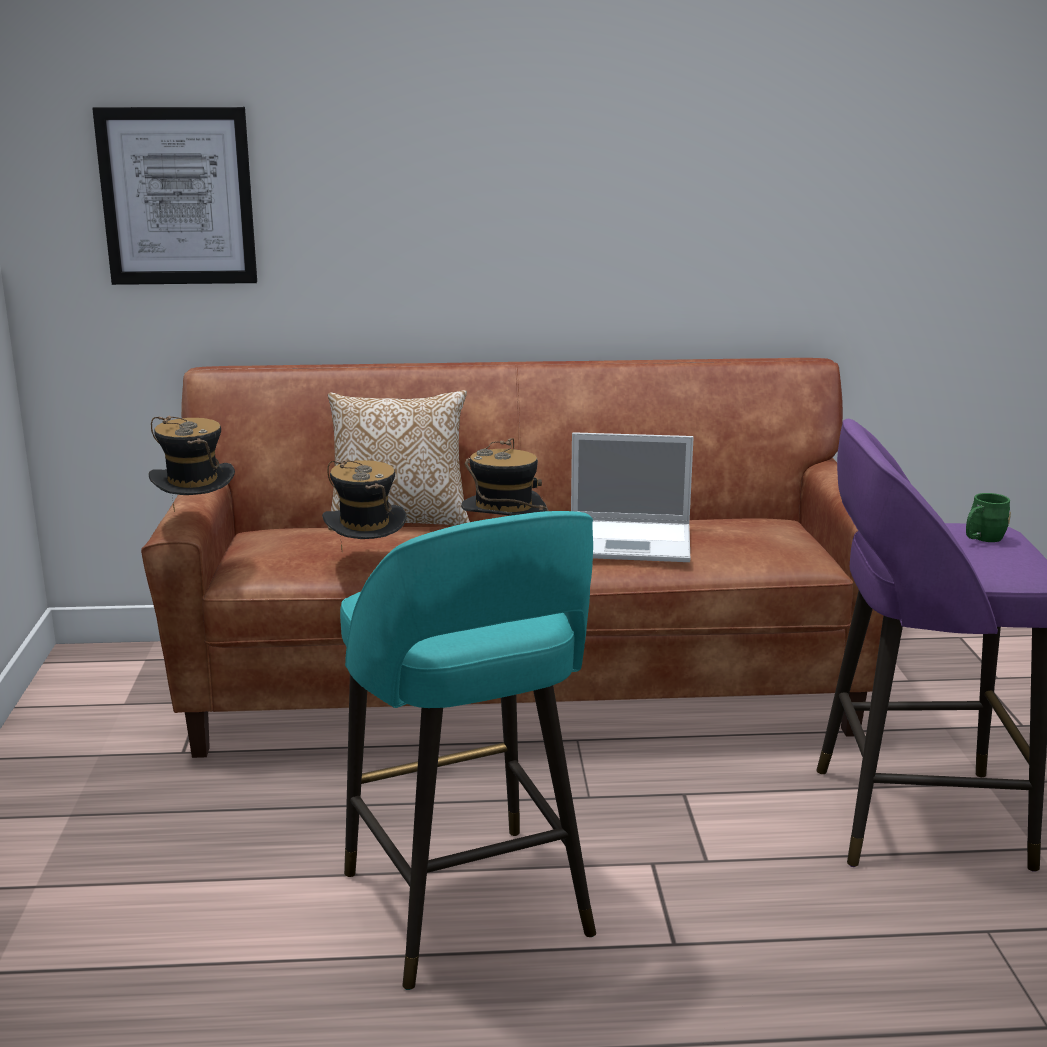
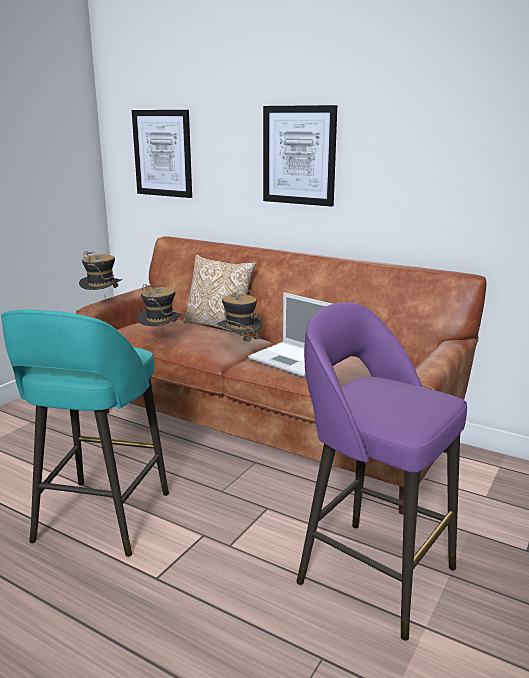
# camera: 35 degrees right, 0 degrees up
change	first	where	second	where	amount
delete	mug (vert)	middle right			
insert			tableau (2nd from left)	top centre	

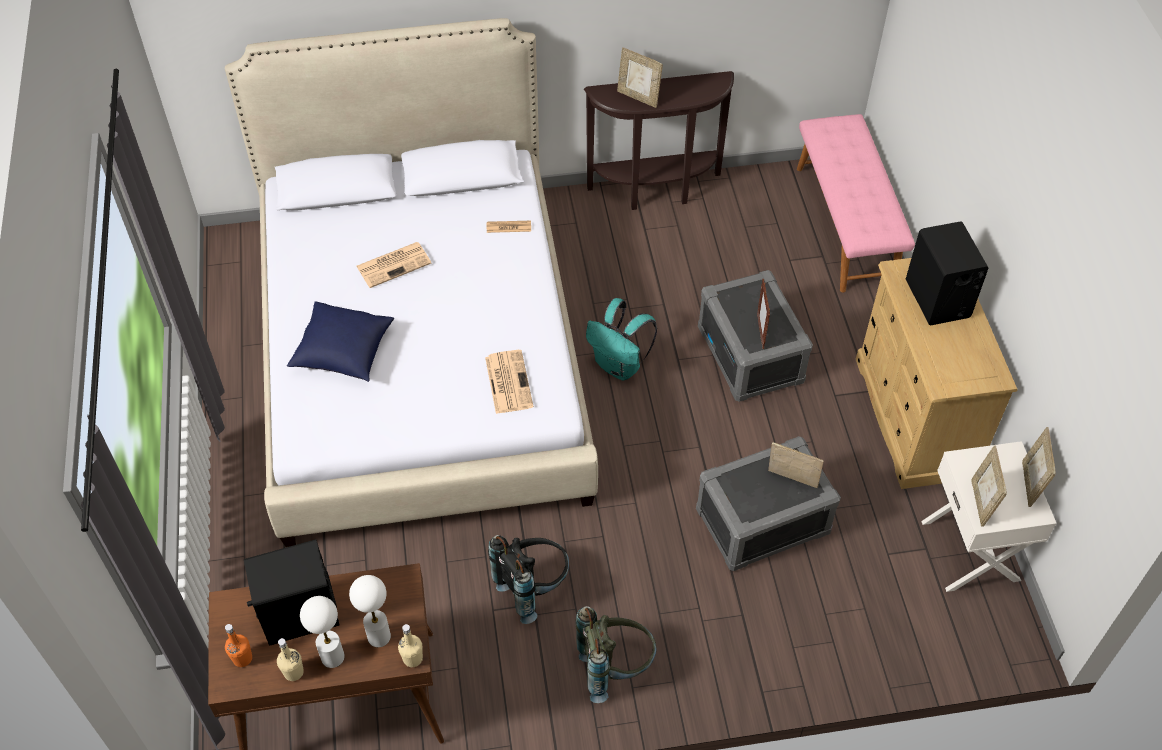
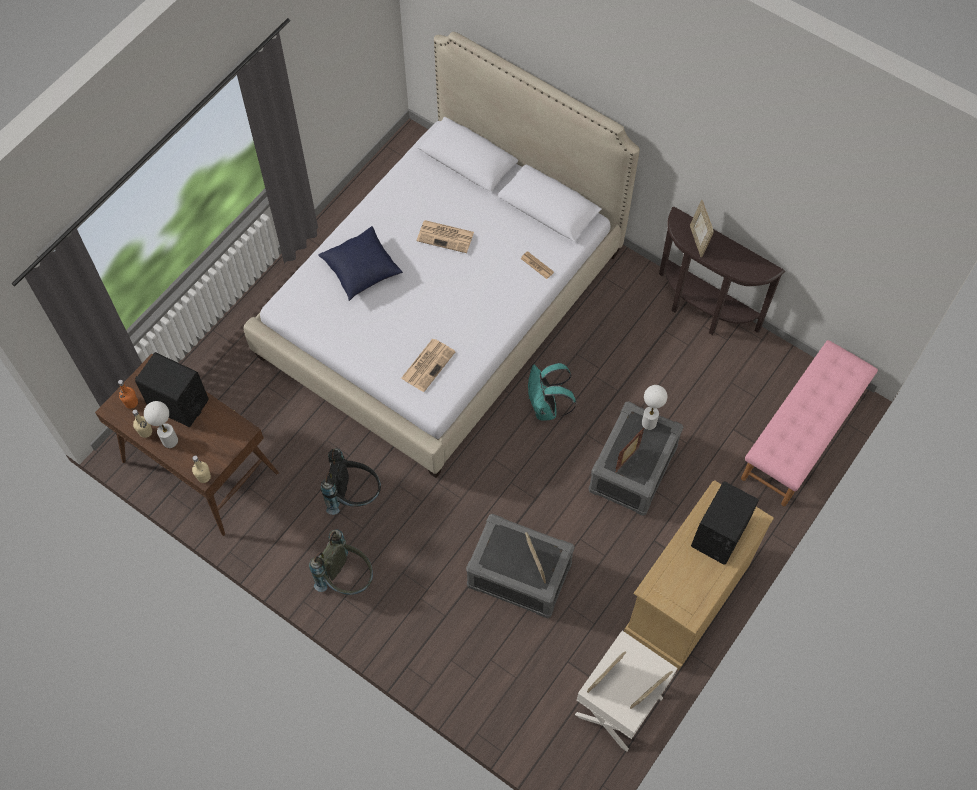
# camera: 45 degrees right, 10 degrees up
change	first	where	second	where	amount
move	lampe de table (blanc) (2nd from left)	bottom left		middle right	

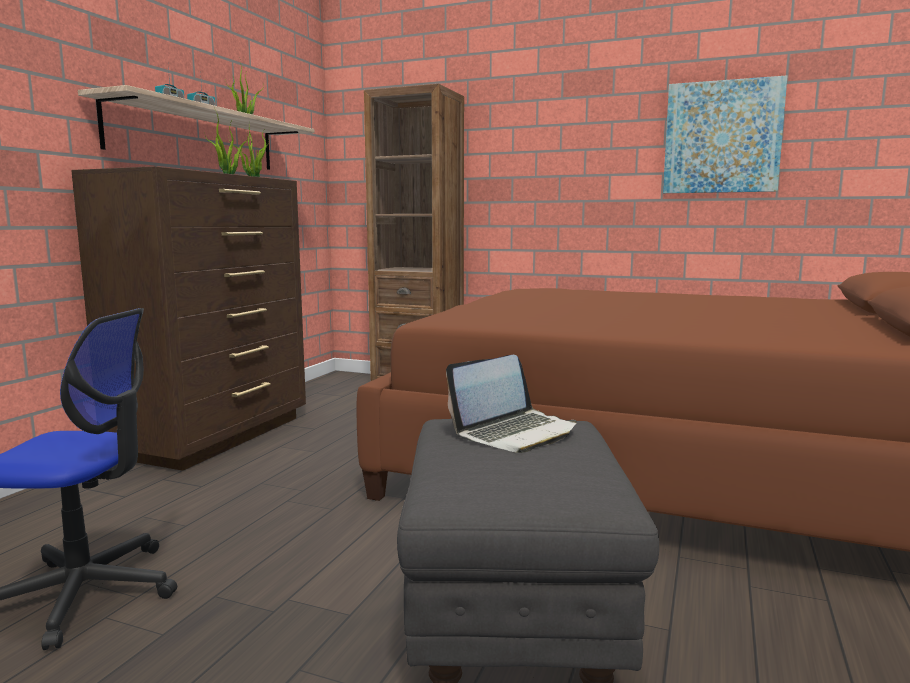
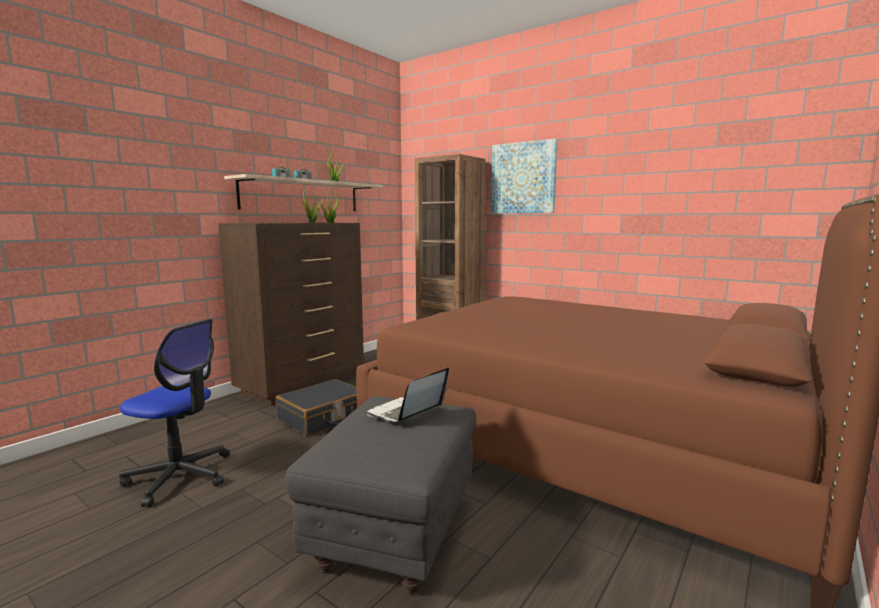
# camera: 15 degrees right, 0 degrees up
change	first	where	second	where	amount
insert			valise (noir)	bottom centre	
move	tableau	top right		top centre	
rotate	ordinateur portable	centre		centre	150 degrees clockwise

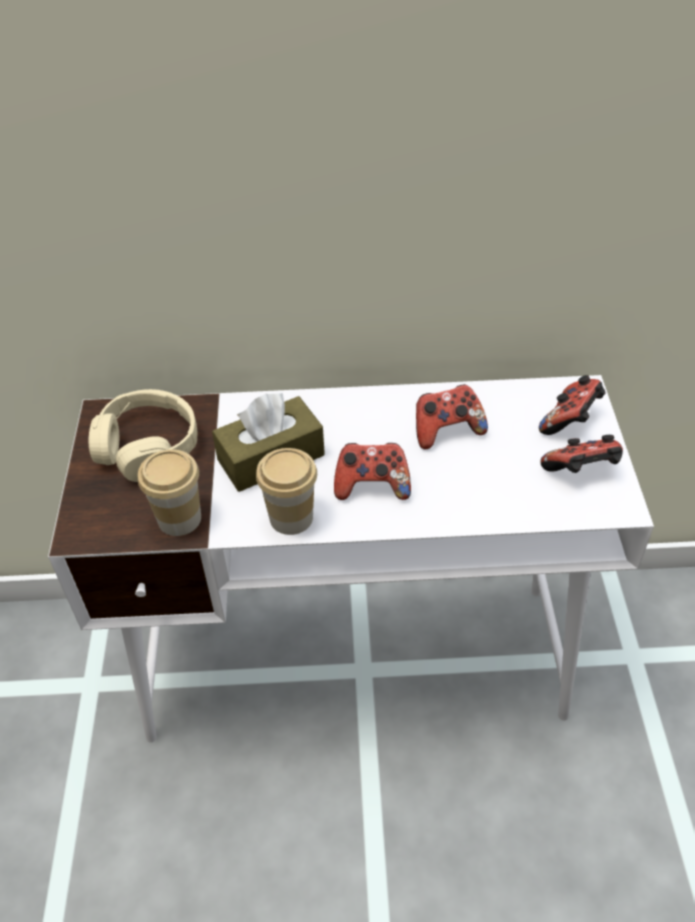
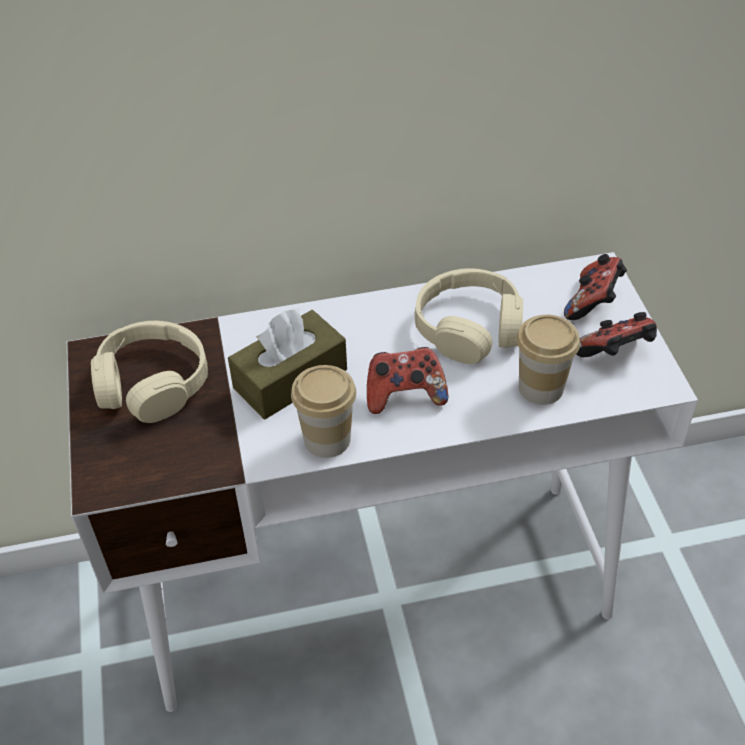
# camera: 10 degrees left, 0 degrees up
change	first	where	second	where	amount
move	tasse (1st from left in the first image)	middle left	tasse (2nd from left)	middle right	
replace	manette (2nd from left)	centre	casque audio (beige) (2nd from left)	centre	

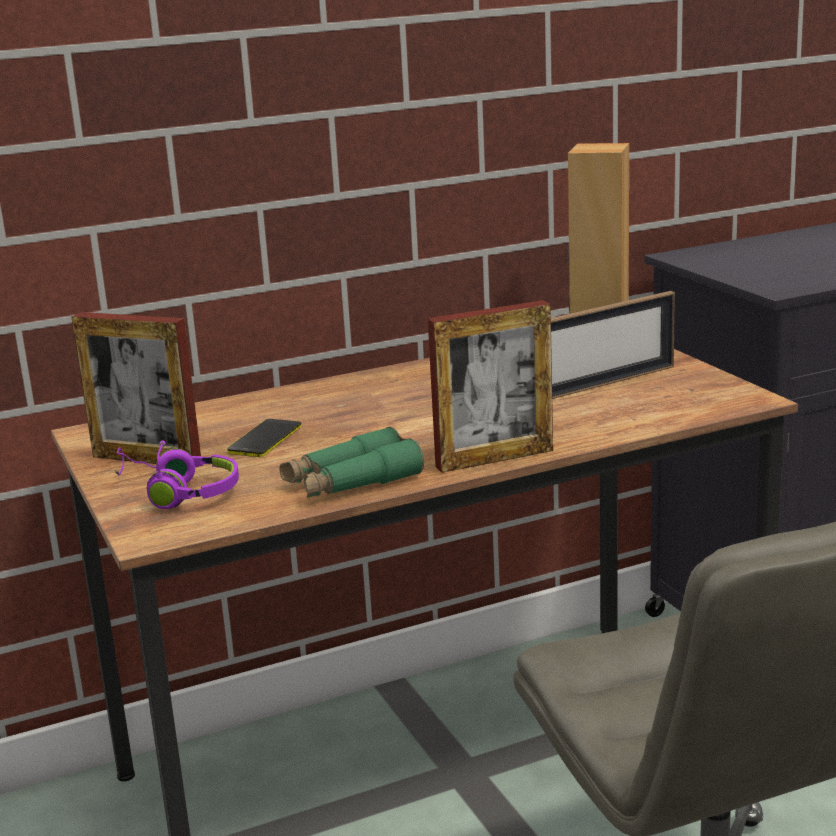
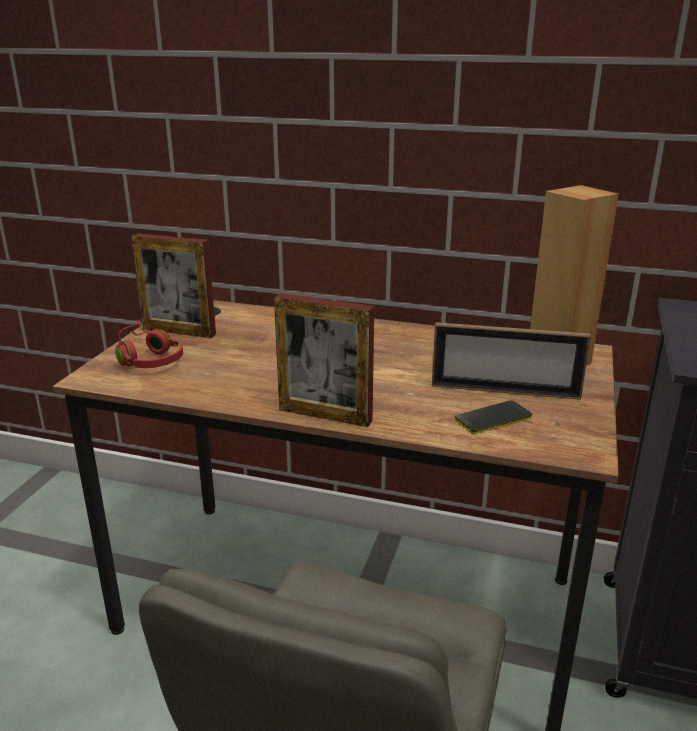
# camera: 40 degrees right, 5 degrees up
change	first	where	second	where	amount
delete	jumelles (vert)	centre			
move	téléphone	middle left		middle right	
recolor	casque audio (violet)	middle left	casque audio (rouge)	middle left	
rotate	cadre photo (1st from left)	middle left		middle left	45 degrees counterclockwise

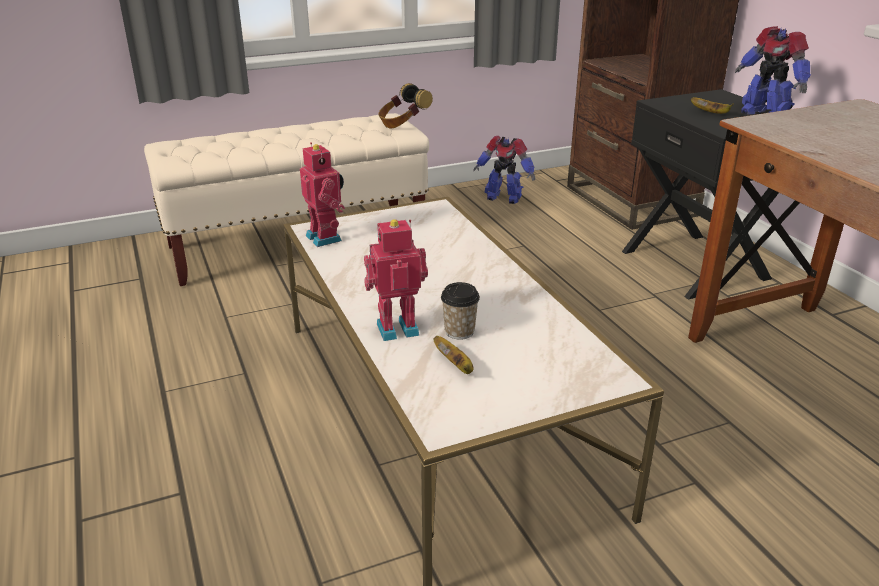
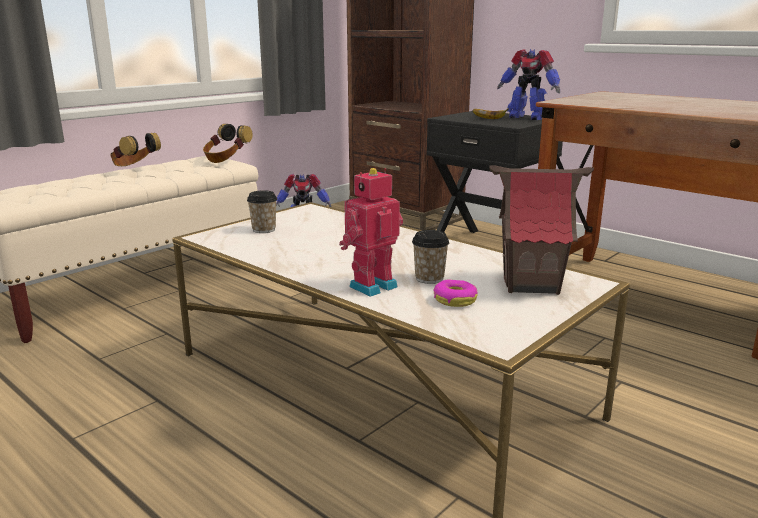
# camera: 25 degrees left, 10 degrees down
change	first	where	second	where	amount
delete	robot jouet (1st from left)	top centre			
insert			casque audio (1st from left)	top left	
insert			tasse (1st from left)	centre	
insert			maison miniature	middle right	
replace	banane (1st from left)	centre	beignet	centre	

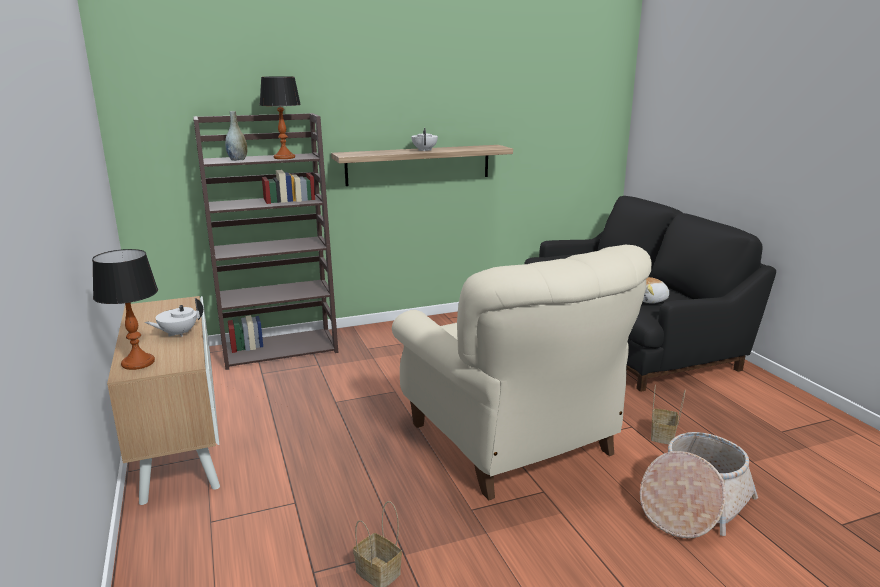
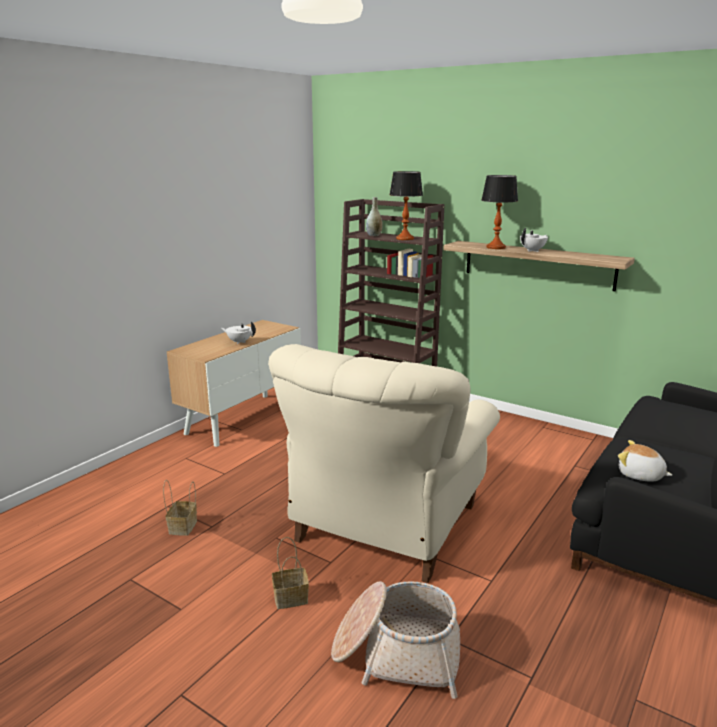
# camera: 55 degrees right, 0 degrees up
change	first	where	second	where	amount
move	lampe de table (1st from left in the first image)	middle left	lampe de table (2nd from left)	top right	
move	panier (2nd from left)	bottom right		bottom centre	

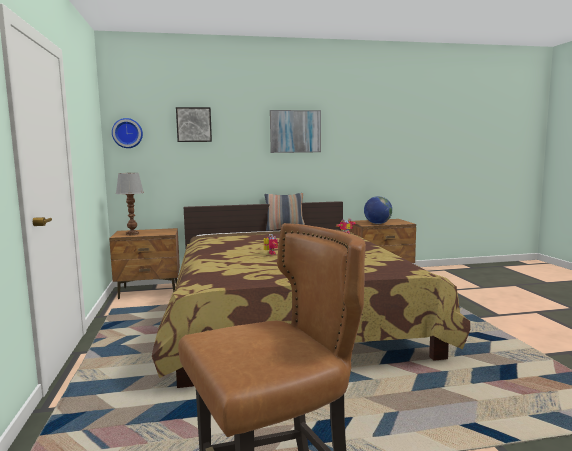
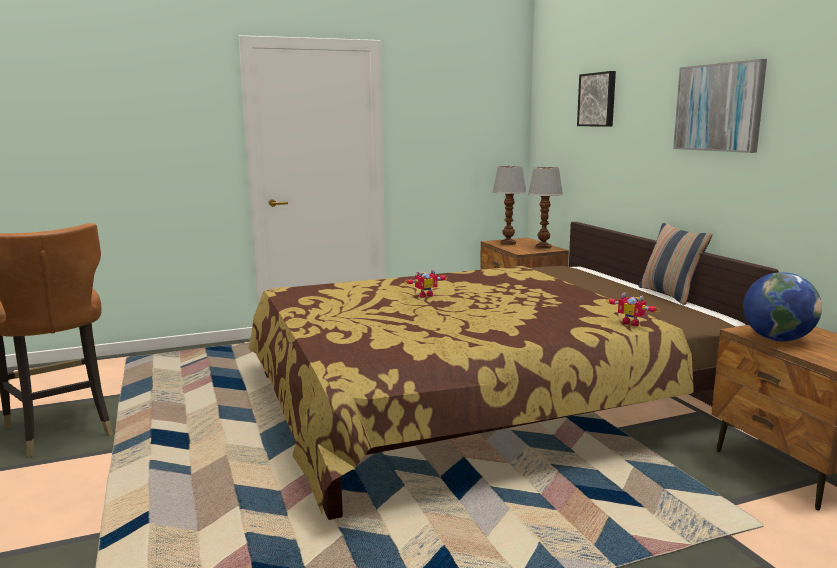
# camera: 80 degrees right, 5 degrees up
change	first	where	second	where	amount
delete	horloge murale	top left			
insert			lampe de table (2nd from left)	centre	

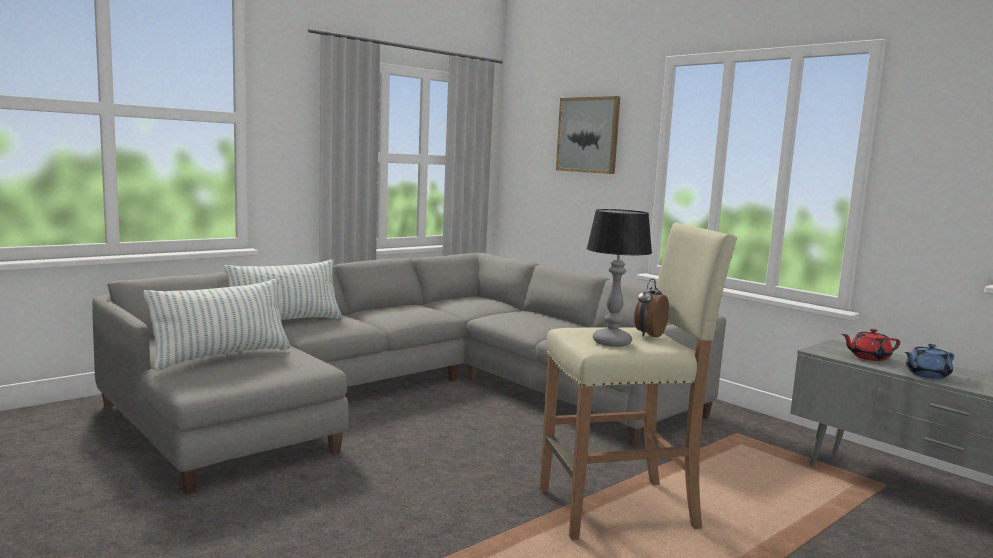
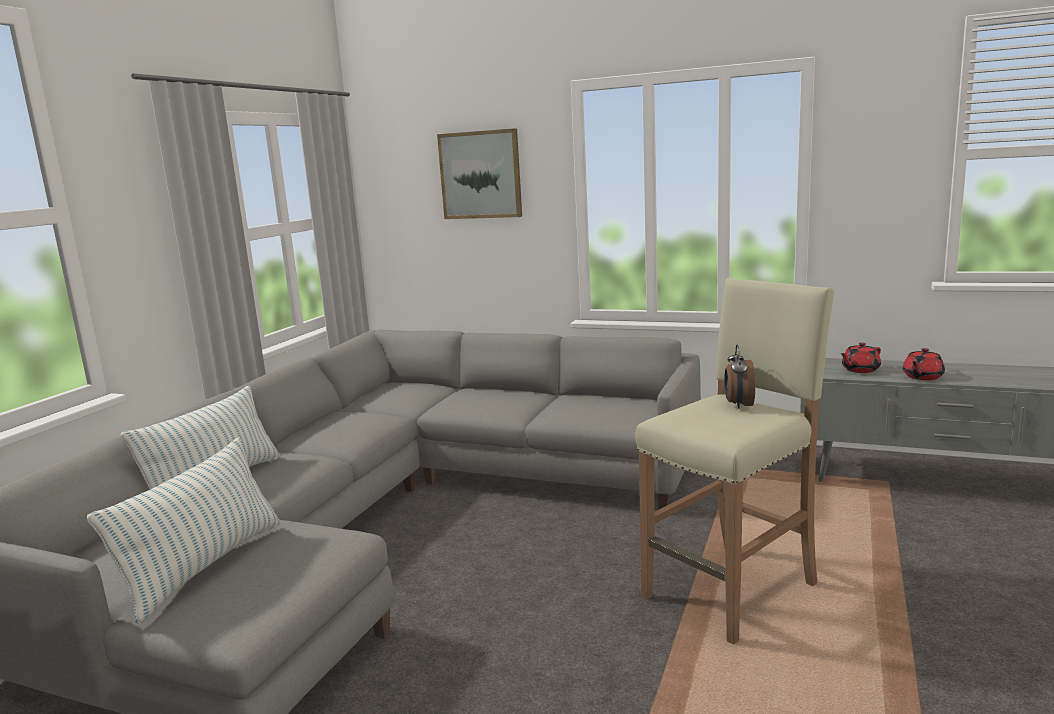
# camera: 25 degrees left, 5 degrees up
change	first	where	second	where	amount
delete	lampe de table	centre			
recolor	théière (bleu)	middle right	théière (rouge) (2nd from left)	middle right	

